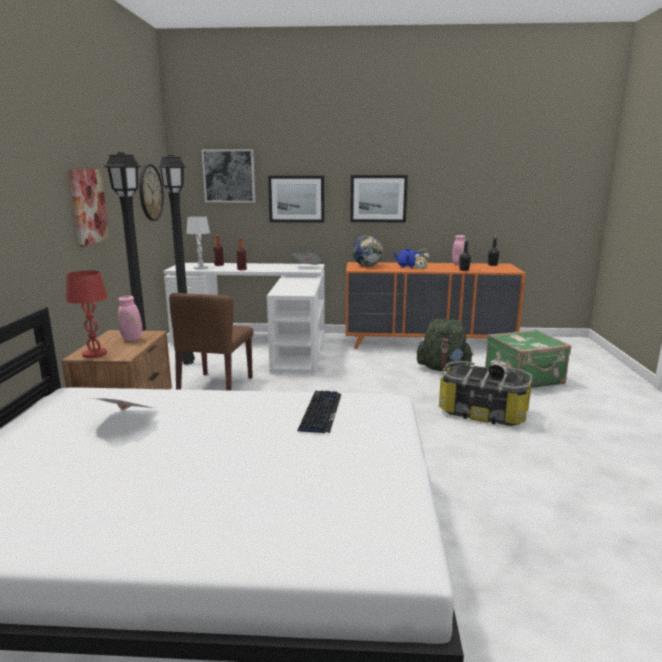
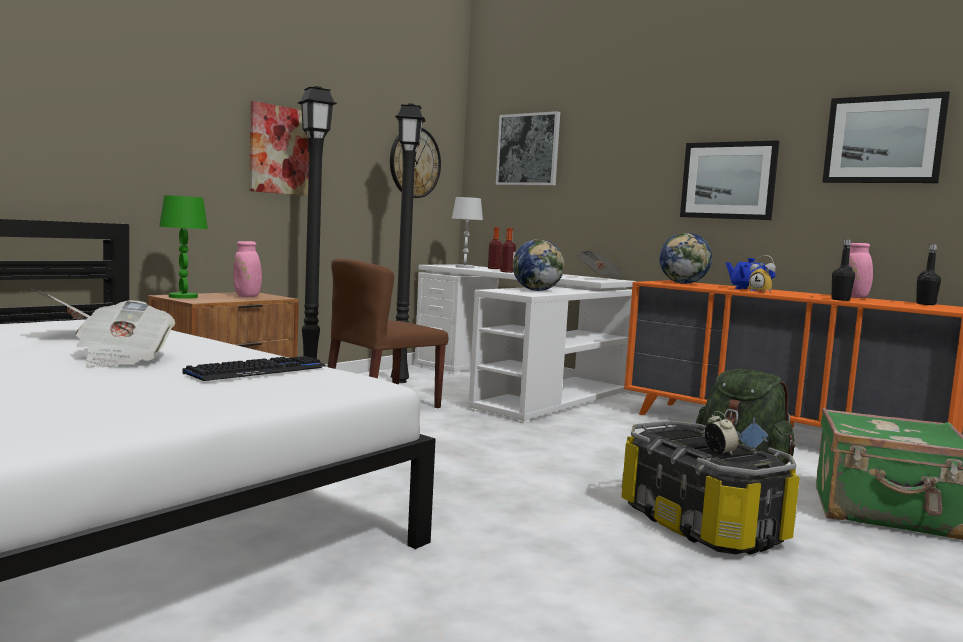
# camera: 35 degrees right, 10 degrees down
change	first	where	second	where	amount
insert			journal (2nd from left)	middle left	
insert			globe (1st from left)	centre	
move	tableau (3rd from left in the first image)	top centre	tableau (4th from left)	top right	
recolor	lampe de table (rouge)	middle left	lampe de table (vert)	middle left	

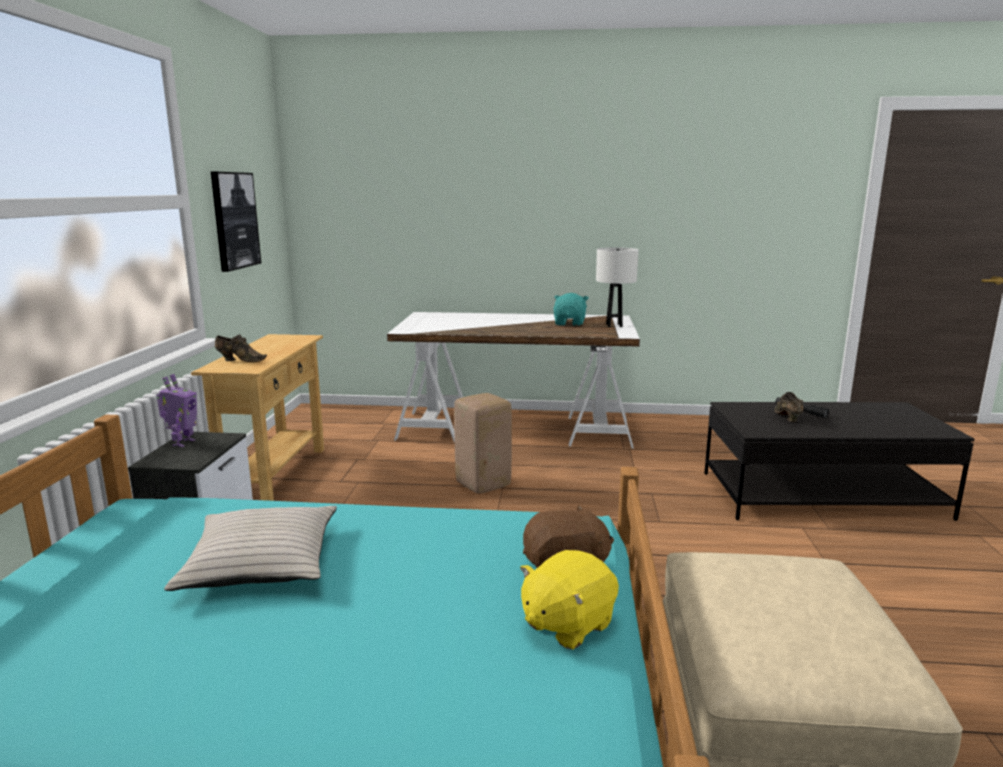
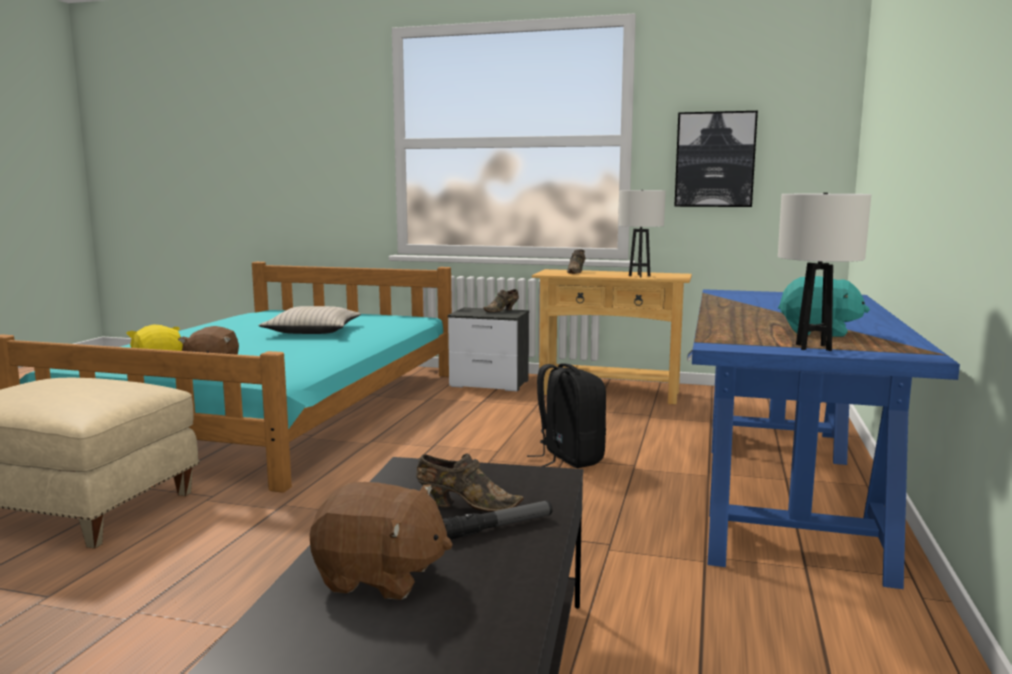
# camera: 100 degrees right, 5 degrees down
change	first	where	second	where	amount
insert			peluche (marron) (2nd from left)	bottom centre	
insert			lampe de table (blanc) (1st from left)	centre	
replace	robot jouet	middle left	chaussure (marron) (2nd from left)	centre	
replace	tabouret (beige)	centre	sac à dos (noir)	centre	
recolor	bureau (blanc)	centre	bureau (bleu)	middle right	

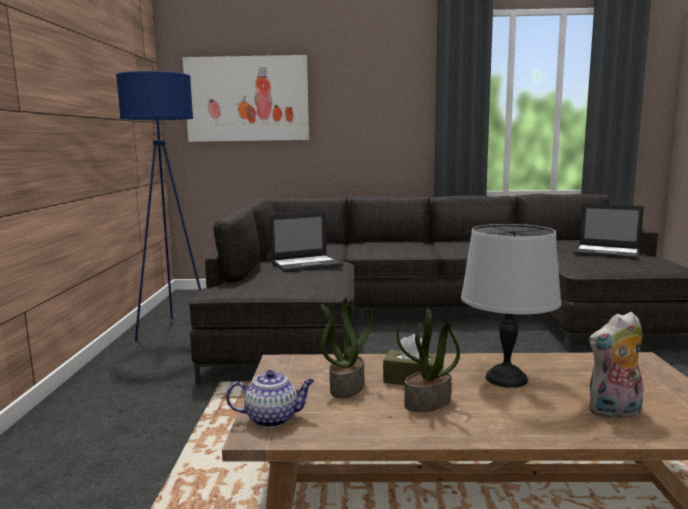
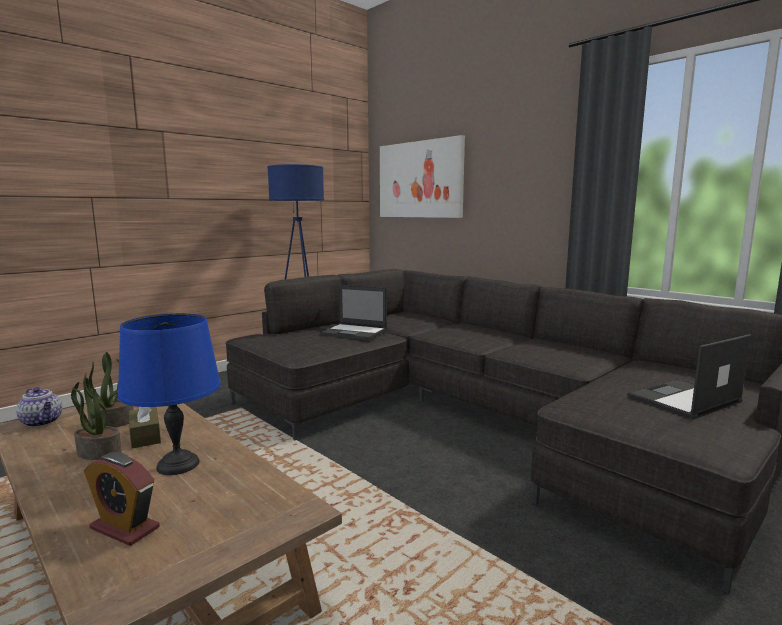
# camera: 45 degrees right, 0 degrees up
change	first	where	second	where	amount
replace	peluche	bottom right	réveil	bottom left	
recolor	lampe de table (gris)	middle right	lampe de table (bleu)	middle left	
rotate	ordinateur portable (2nd from left)	middle right		middle right	75 degrees clockwise

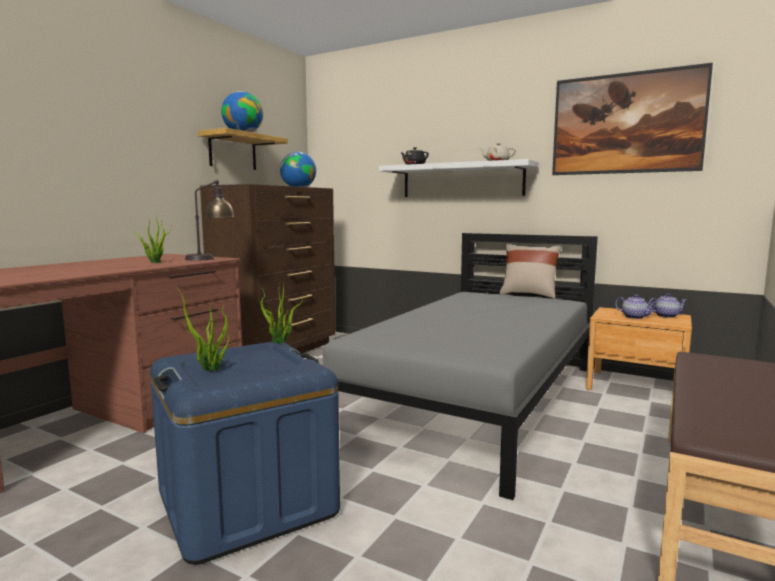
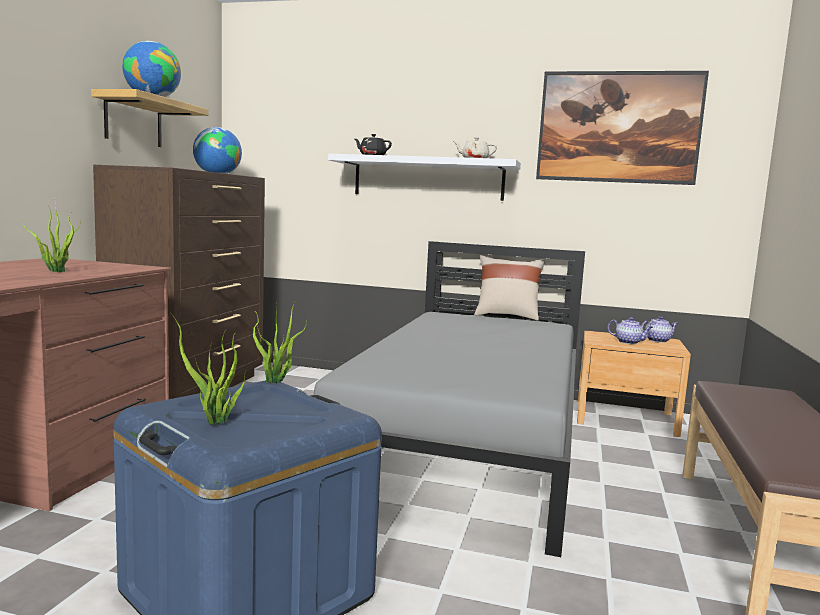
# camera: 15 degrees left, 0 degrees up
change	first	where	second	where	amount
delete	lampe de table	middle left			

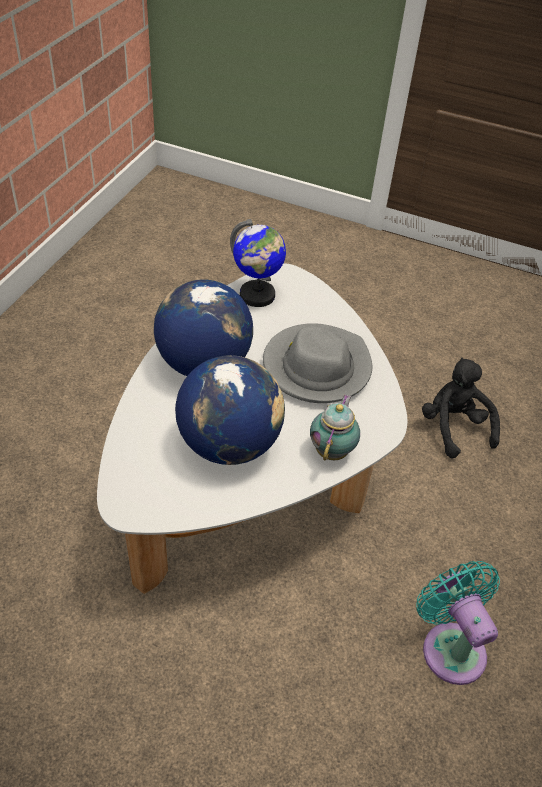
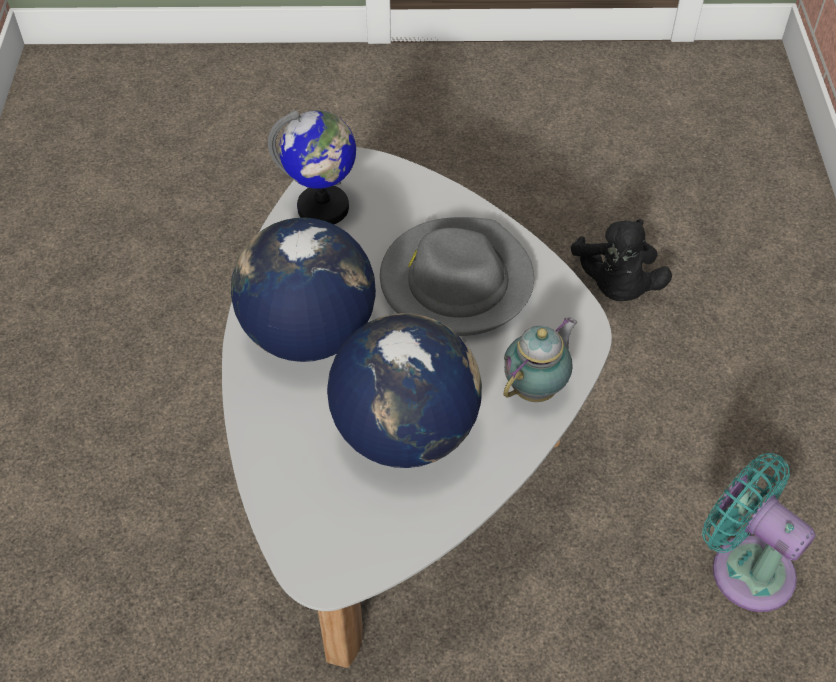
# camera: 20 degrees left, 5 degrees up
change	first	where	second	where	amount
rotate	théière	centre		centre	45 degrees clockwise
rotate	peluche (noir)	middle right		middle right	135 degrees counterclockwise

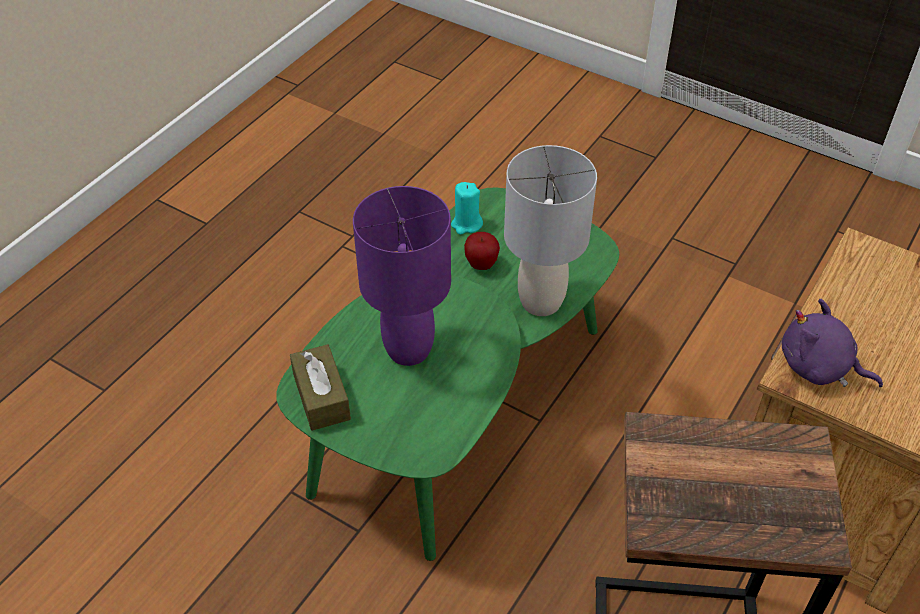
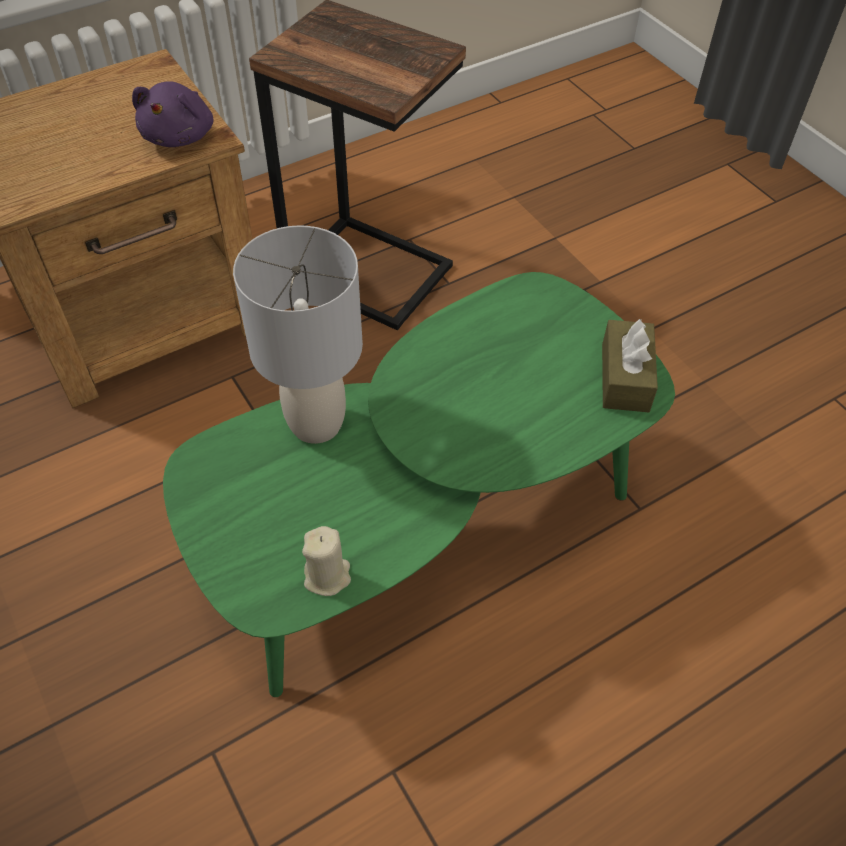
# camera: 155 degrees left, 5 degrees up
change	first	where	second	where	amount
delete	lampe de table (violet)	centre			
delete	pomme	centre			
recolor	bougie (turquoise)	centre	bougie (beige)	centre	
rotate	peluche (violet)	middle right		top left	45 degrees clockwise

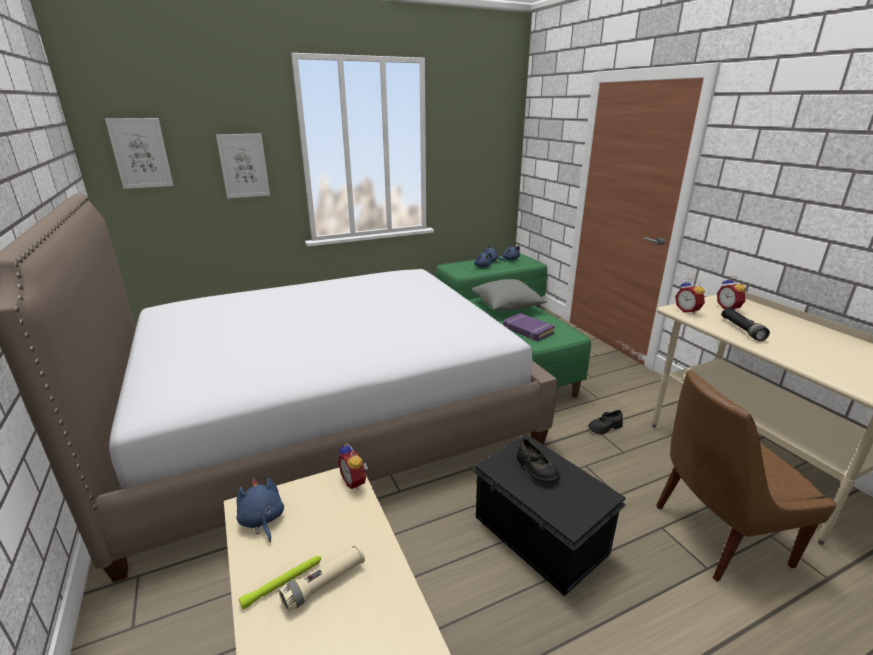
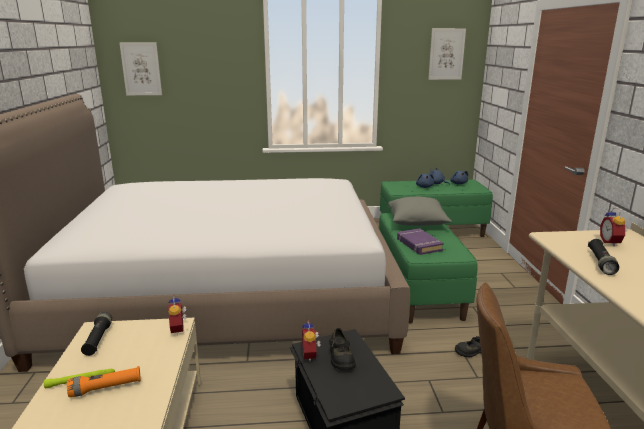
# camera: 20 degrees right, 5 degrees down
change	first	where	second	where	amount
move	tableau (2nd from left)	top left		top right	
move	réveil (2nd from left)	middle right		bottom centre	
replace	peluche (bleu) (1st from left)	bottom left	lampe de poche (noir) (1st from left)	bottom left	
recolor	lampe de poche (beige)	bottom centre	lampe de poche (orange)	bottom left	

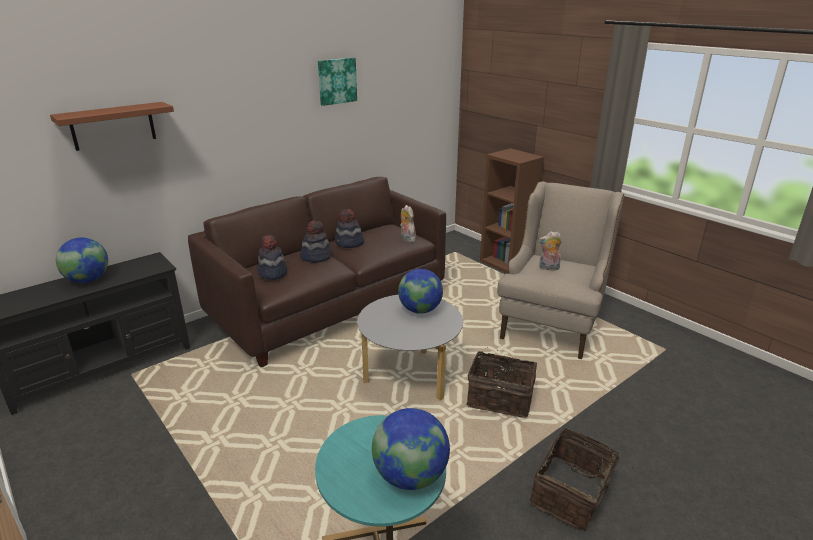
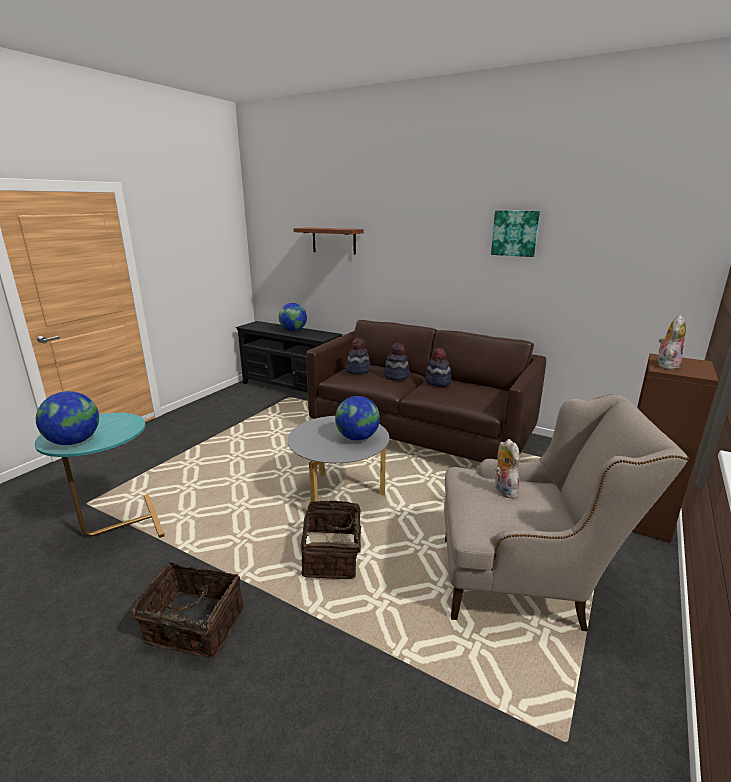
# camera: 70 degrees right, 5 degrees down
change	first	where	second	where	amount
move	peluche (1st from left in the first image)	centre	peluche (2nd from left)	middle right	

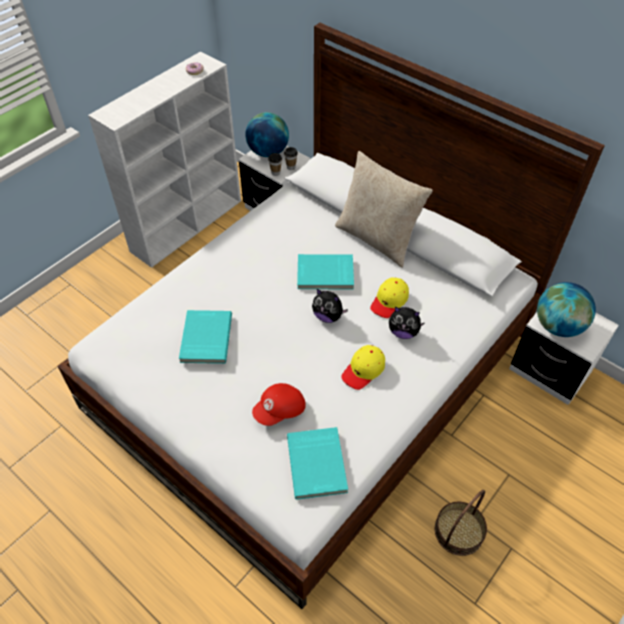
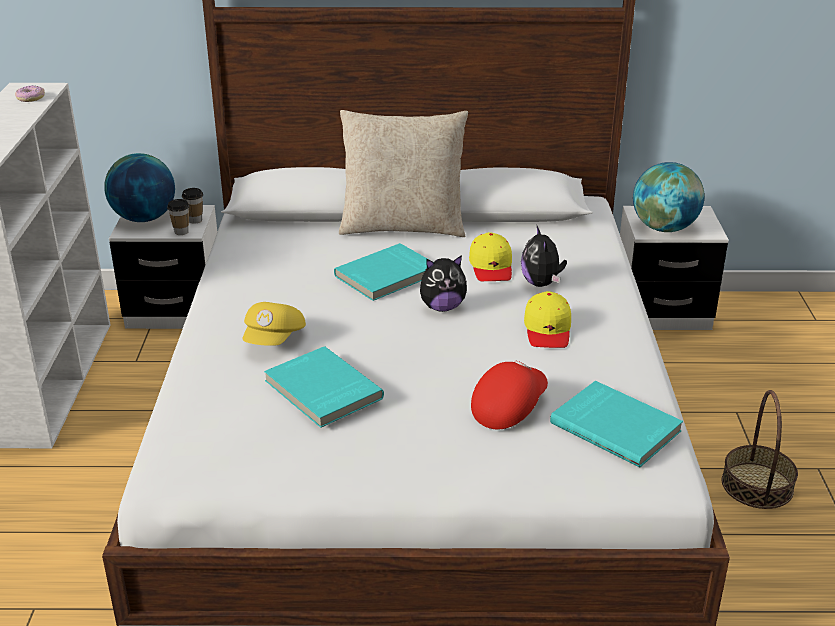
# camera: 40 degrees left, 20 degrees down
change	first	where	second	where	amount
insert			casquette (jaune) (1st from left)	middle left	
rotate	casquette (rouge)	centre		centre	150 degrees counterclockwise
rotate	peluche (2nd from left)	centre		centre	105 degrees clockwise

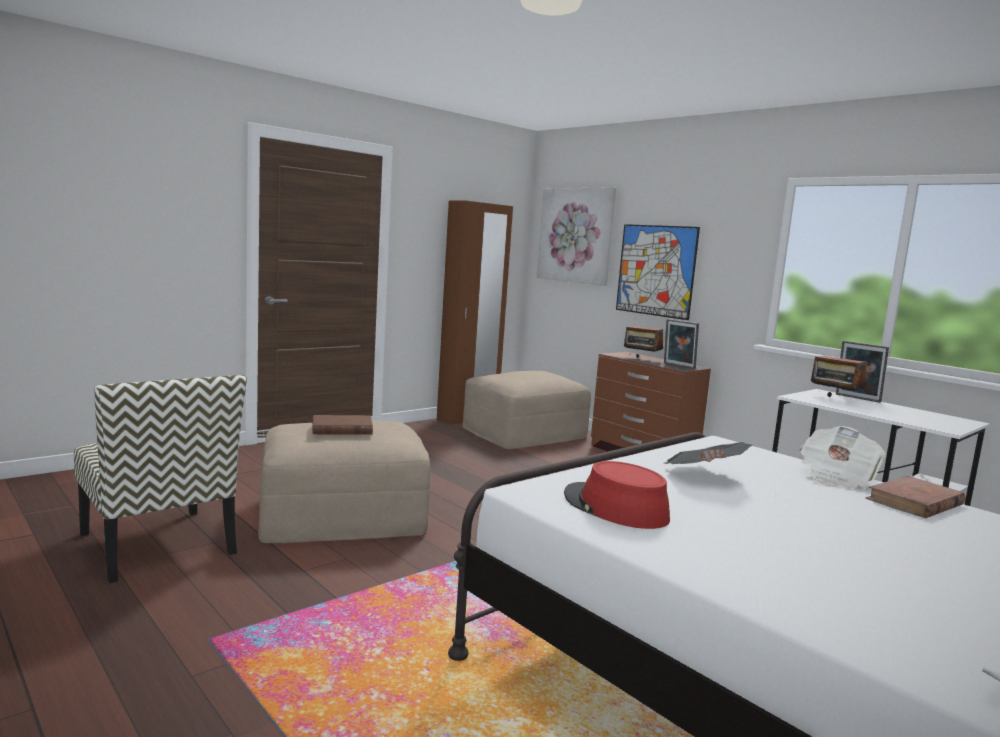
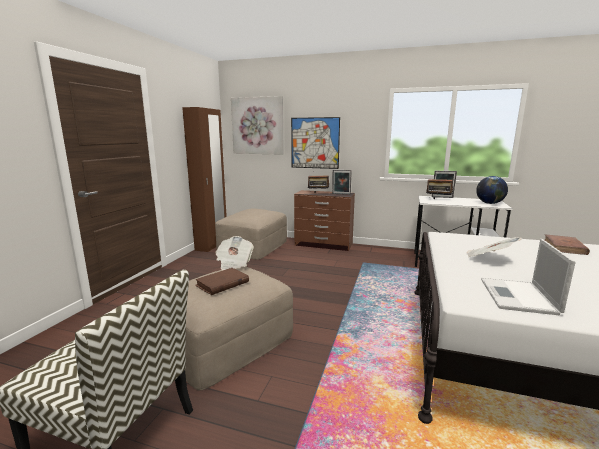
# camera: 30 degrees left, 5 degrees up
change	first	where	second	where	amount
insert			globe	middle right	
move	journal (2nd from left in the first image)	middle right	journal (1st from left)	centre	
replace	chapeau (rouge)	bottom centre	ordinateur portable	middle right	

